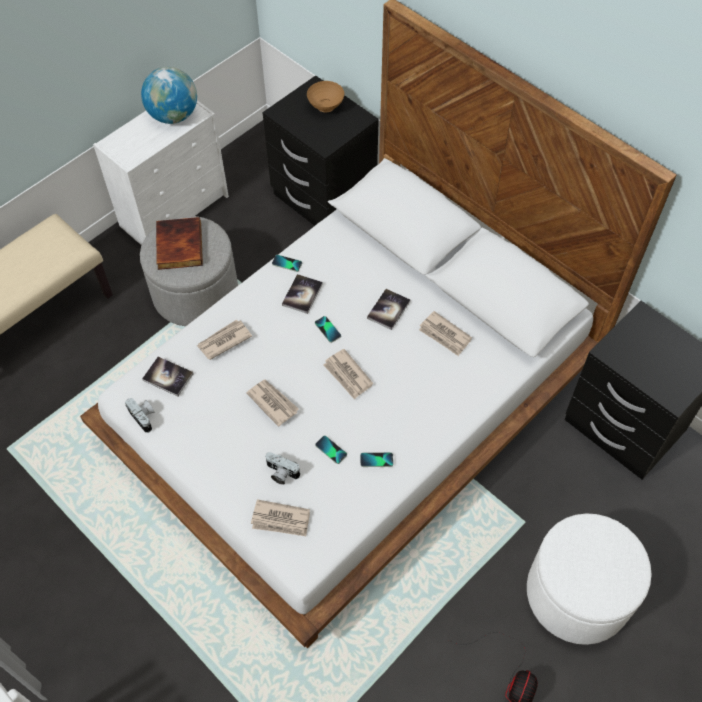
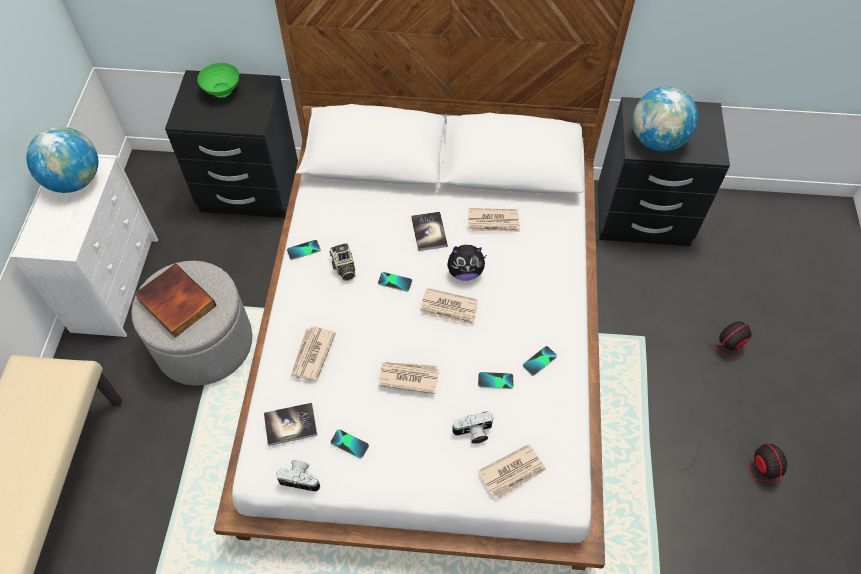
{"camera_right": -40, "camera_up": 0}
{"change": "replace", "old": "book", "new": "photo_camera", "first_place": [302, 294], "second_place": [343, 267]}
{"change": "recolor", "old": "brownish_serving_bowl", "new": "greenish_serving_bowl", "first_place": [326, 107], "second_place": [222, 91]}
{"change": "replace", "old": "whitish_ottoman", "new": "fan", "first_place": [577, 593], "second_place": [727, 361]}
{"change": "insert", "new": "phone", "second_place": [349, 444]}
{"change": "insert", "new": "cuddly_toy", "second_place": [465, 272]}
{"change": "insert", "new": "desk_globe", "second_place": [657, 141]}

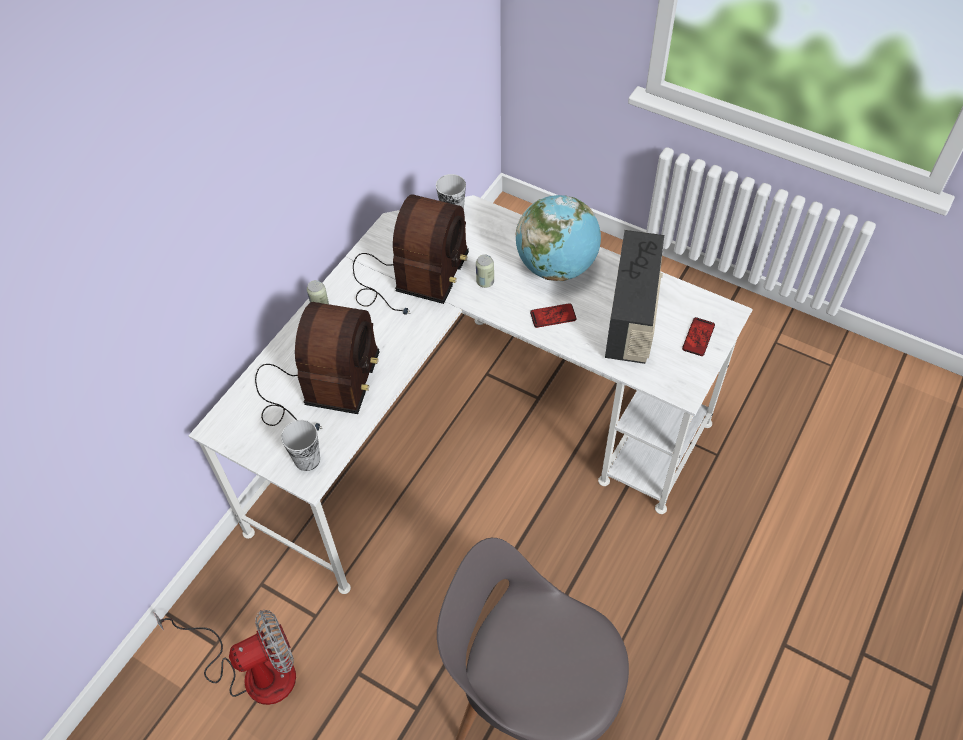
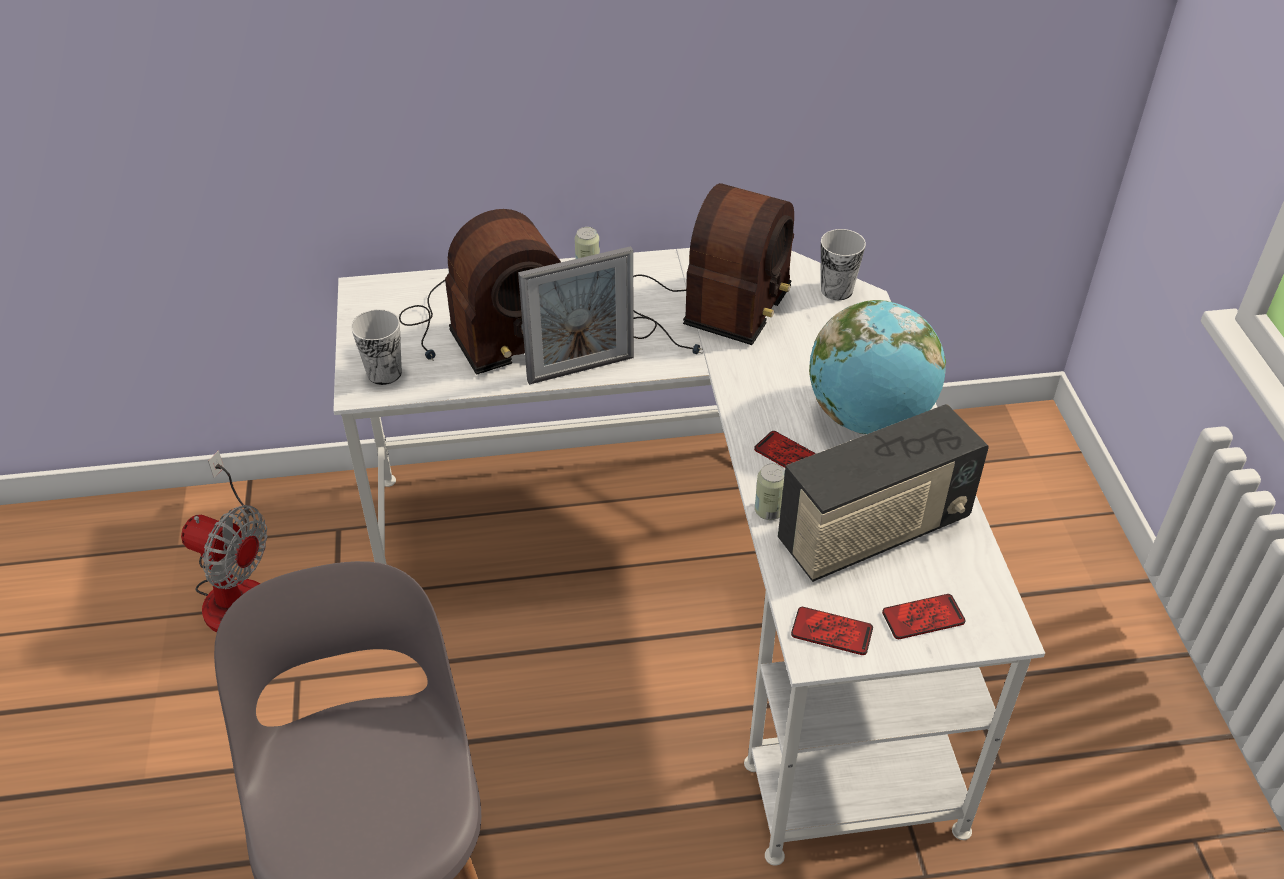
{"camera_right": 50, "camera_up": -10}
{"change": "rotate", "old": "radio_receiver", "first_place": [410, 277], "second_place": [705, 310], "degrees": -45}
{"change": "move", "old": "sealed_can", "first_place": [485, 282], "second_place": [769, 511]}
{"change": "insert", "new": "picture_frame", "second_place": [581, 369]}
{"change": "insert", "new": "phone", "second_place": [831, 632]}

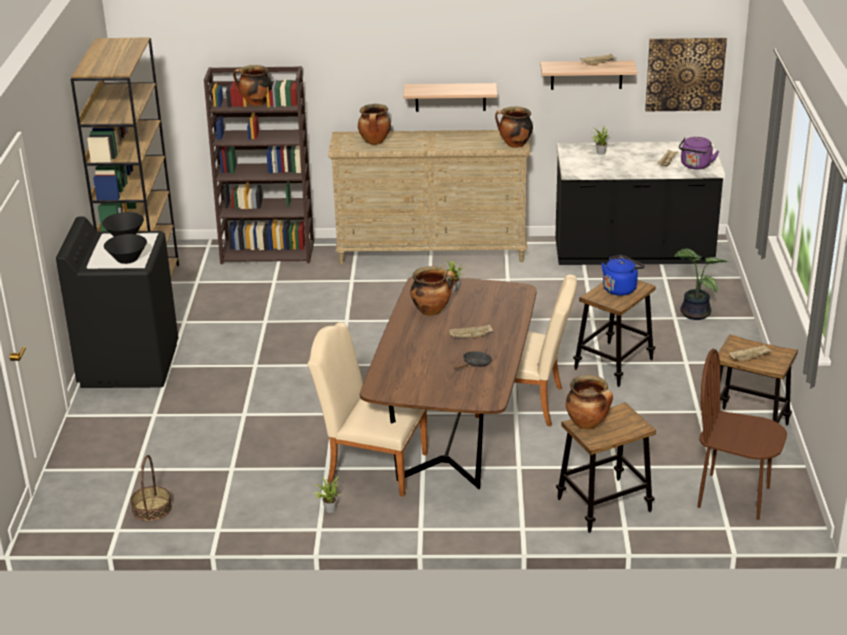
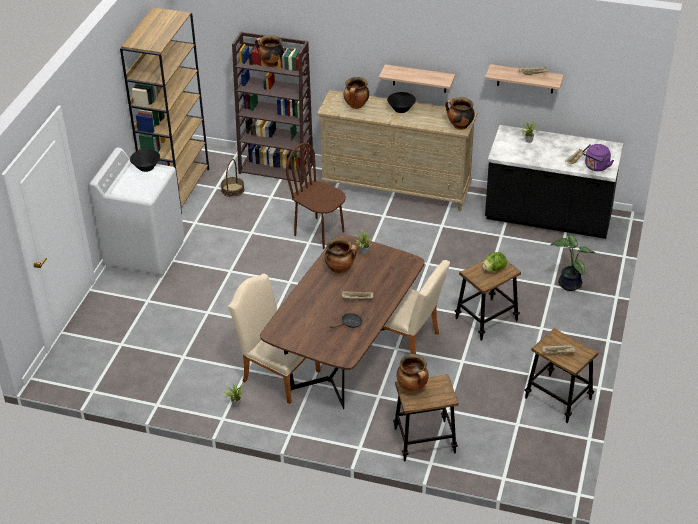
{"camera_right": 15, "camera_up": 10}
{"change": "recolor", "old": "black_laundry_appliance", "new": "whitish_laundry_appliance", "first_place": [129, 364], "second_place": [145, 254]}
{"change": "move", "old": "black_serving_bowl", "first_place": [127, 259], "second_place": [401, 109]}
{"change": "move", "old": "basket", "first_place": [151, 509], "second_place": [232, 190]}
{"change": "replace", "old": "blue-coloured_tea_kettle", "new": "lettuce_head", "first_place": [620, 288], "second_place": [494, 269]}
{"change": "delete", "old": "wall_picture", "first_place": [685, 74]}
{"change": "move", "old": "brownish_upright_chair", "first_place": [733, 496], "second_place": [319, 233]}

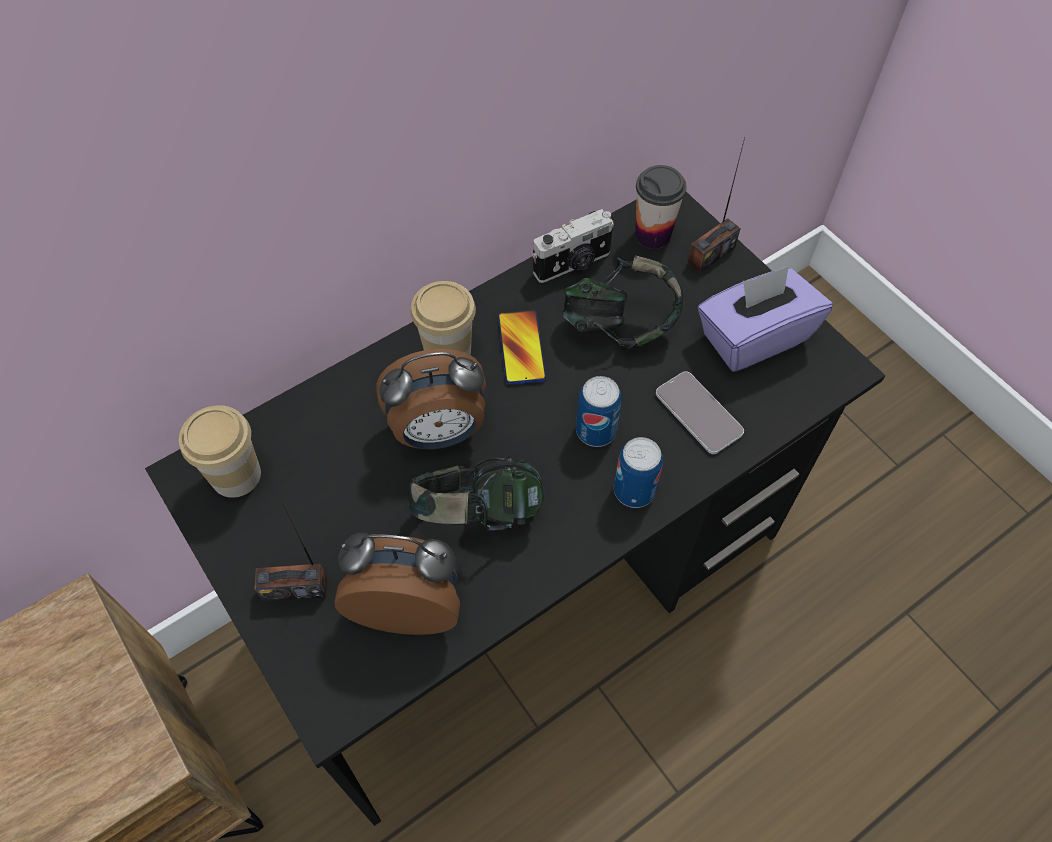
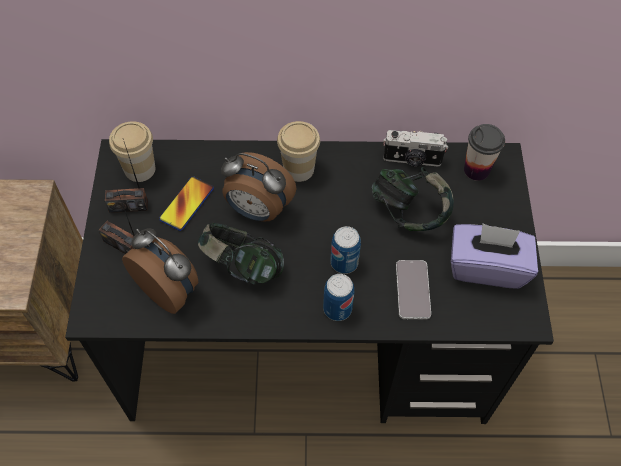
{"camera_right": 35, "camera_up": 0}
{"change": "move", "old": "phone", "first_place": [521, 347], "second_place": [186, 204]}
{"change": "move", "old": "radio_receiver", "first_place": [711, 254], "second_place": [128, 205]}

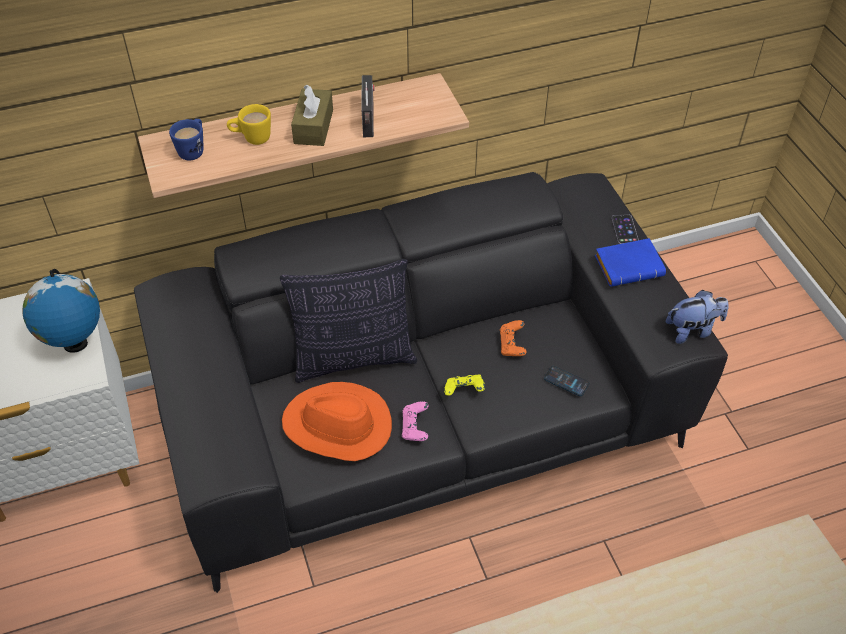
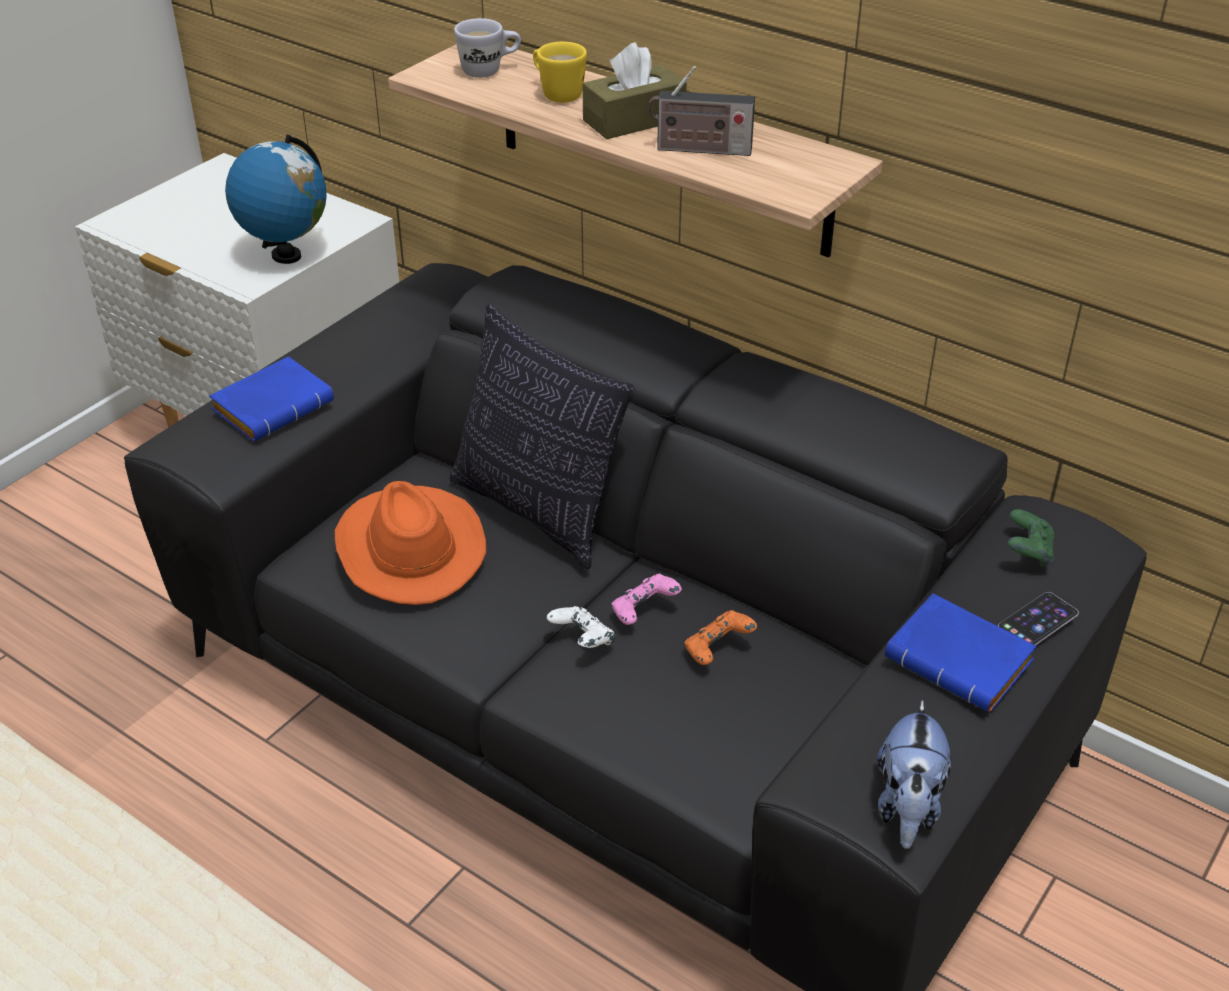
{"camera_right": 55, "camera_up": -10}
{"change": "recolor", "old": "blue-coloured_coffee_mug", "new": "whitish_coffee_mug", "first_place": [193, 150], "second_place": [489, 71]}
{"change": "rotate", "old": "radio_receiver", "first_place": [369, 121], "second_place": [699, 149], "degrees": 45}
{"change": "move", "old": "pink_joypad", "first_place": [415, 428], "second_place": [644, 612]}
{"change": "recolor", "old": "yellowish_joypad", "new": "whitish_joypad", "first_place": [464, 391], "second_place": [582, 641]}
{"change": "delete", "old": "phone", "first_place": [566, 381]}
{"change": "rotate", "old": "cuddly_toy", "first_place": [692, 330], "second_place": [907, 806], "degrees": 60}
{"change": "insert", "new": "blue-coloured_book", "second_place": [274, 405]}
{"change": "insert", "new": "greenish_joypad", "second_place": [1027, 552]}

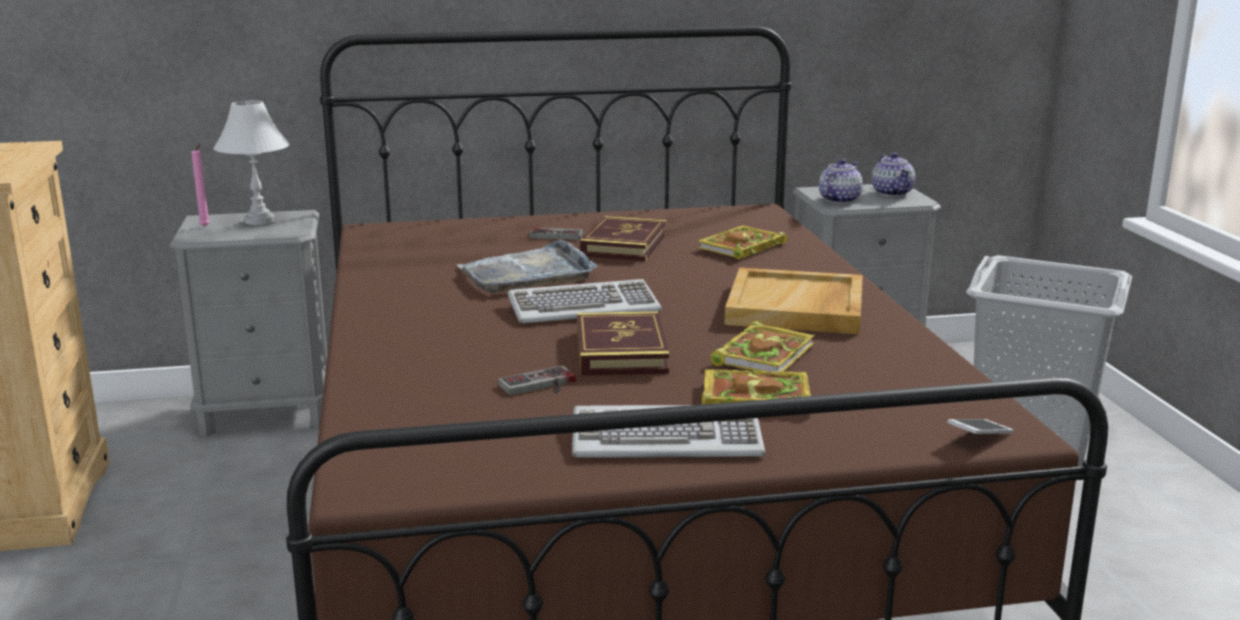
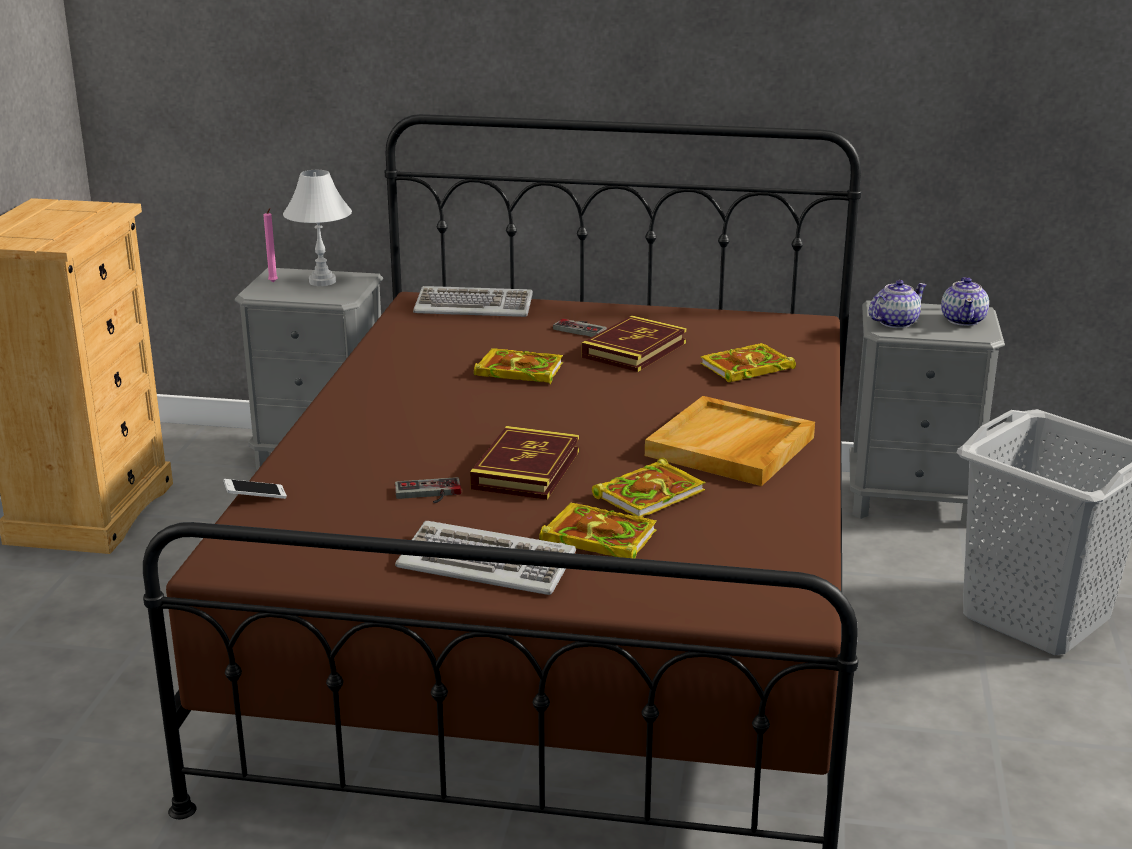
{"camera_right": 20, "camera_up": 5}
{"change": "replace", "old": "greyish_tray", "new": "book", "first_place": [527, 273], "second_place": [517, 371]}
{"change": "move", "old": "computer_keyboard", "first_place": [584, 307], "second_place": [474, 306]}
{"change": "move", "old": "phone", "first_place": [979, 437], "second_place": [255, 497]}

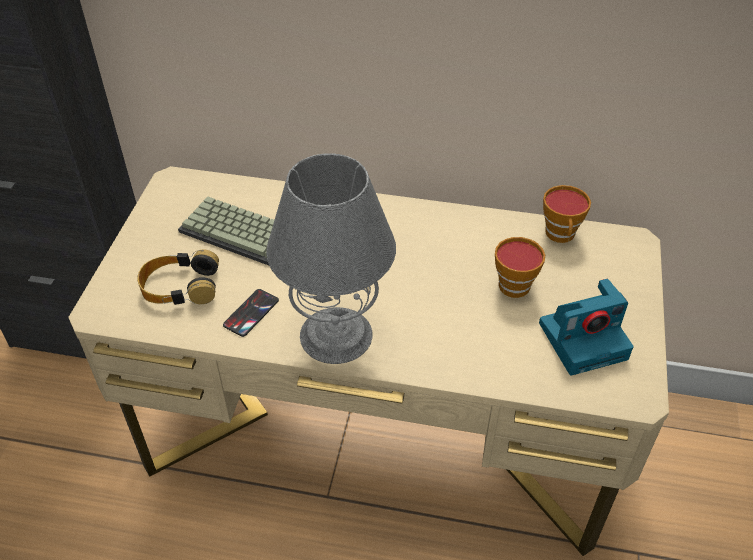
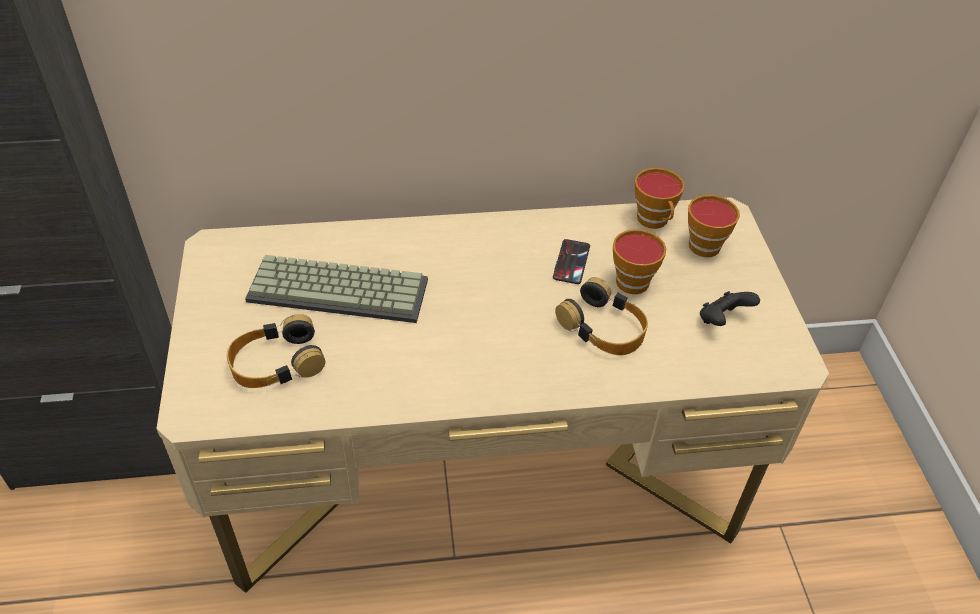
{"camera_right": -20, "camera_up": 0}
{"change": "move", "old": "phone", "first_place": [251, 313], "second_place": [571, 262]}
{"change": "delete", "old": "greyish_table_lamp", "first_place": [335, 335]}
{"change": "replace", "old": "photo_camera", "new": "black_joypad", "first_place": [584, 339], "second_place": [722, 320]}
{"change": "insert", "new": "headset", "second_place": [603, 327]}
{"change": "insert", "new": "cup", "second_place": [702, 243]}

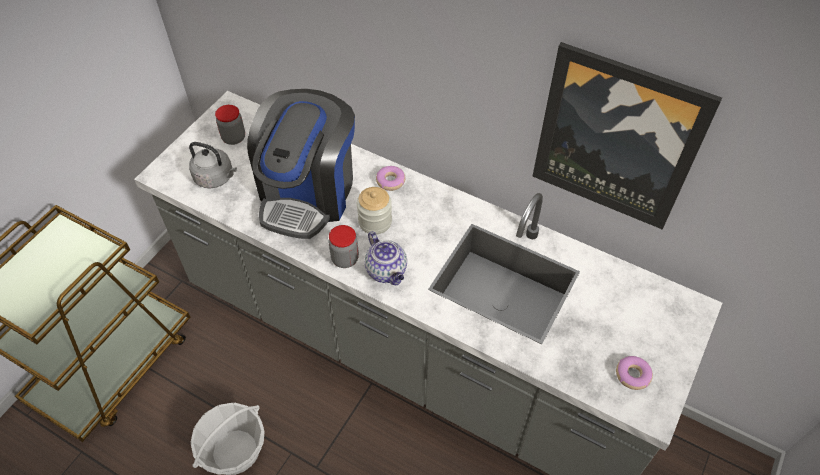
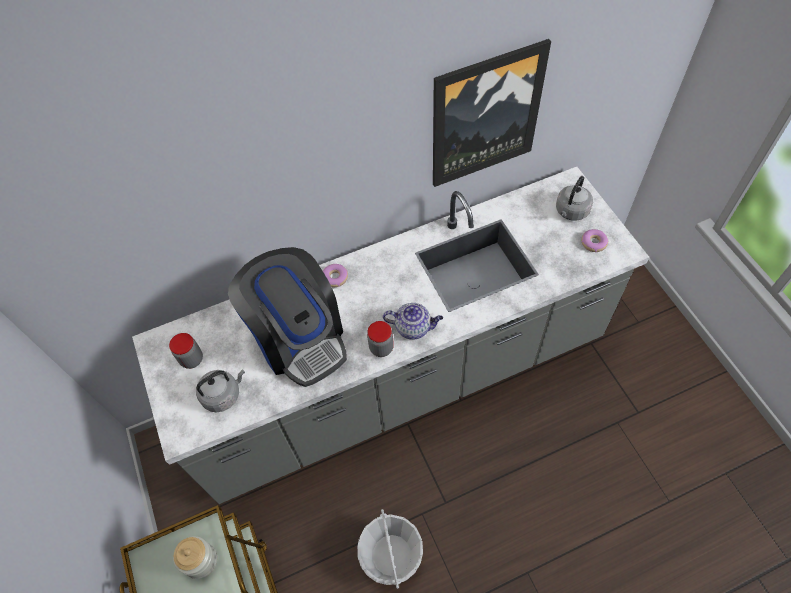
{"camera_right": -50, "camera_up": 5}
{"change": "move", "old": "storage_jar", "first_place": [375, 222], "second_place": [200, 561]}
{"change": "insert", "new": "greyish_tea_kettle", "second_place": [571, 212]}

